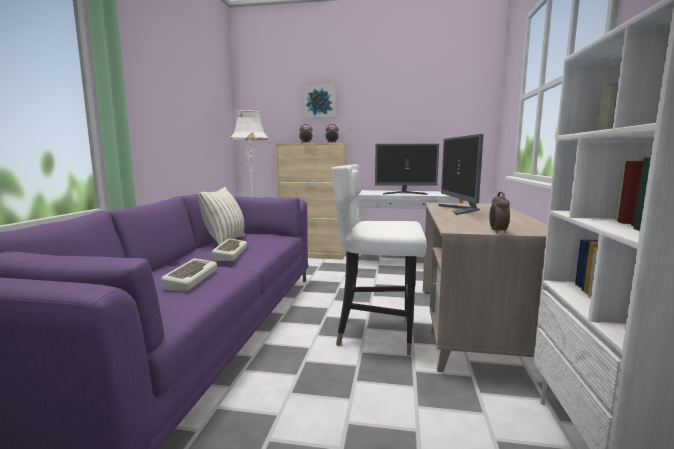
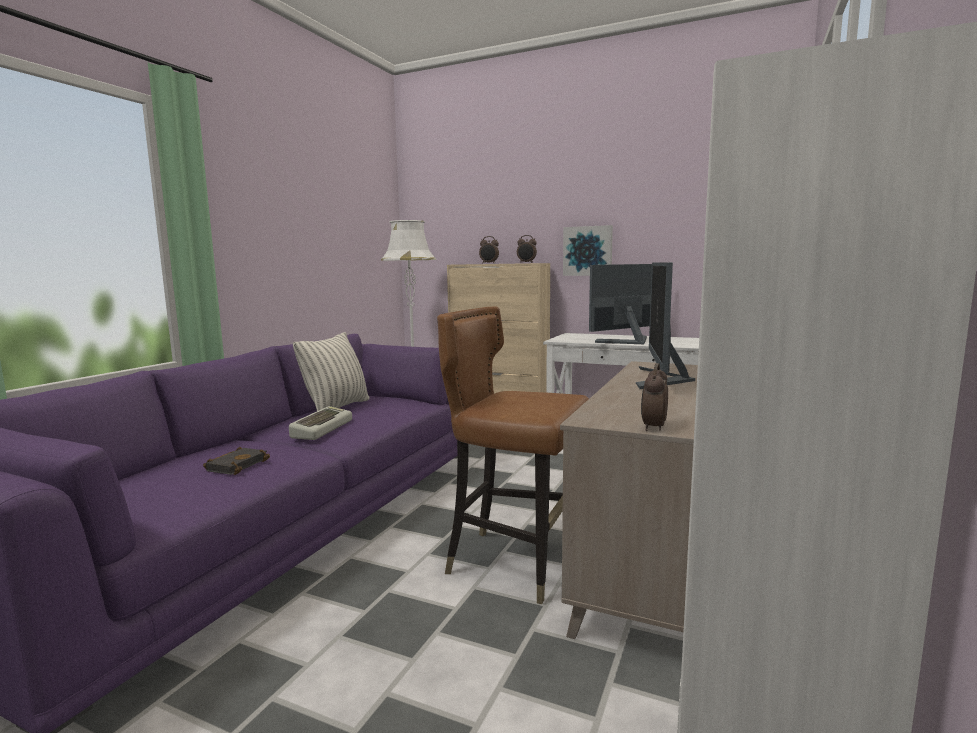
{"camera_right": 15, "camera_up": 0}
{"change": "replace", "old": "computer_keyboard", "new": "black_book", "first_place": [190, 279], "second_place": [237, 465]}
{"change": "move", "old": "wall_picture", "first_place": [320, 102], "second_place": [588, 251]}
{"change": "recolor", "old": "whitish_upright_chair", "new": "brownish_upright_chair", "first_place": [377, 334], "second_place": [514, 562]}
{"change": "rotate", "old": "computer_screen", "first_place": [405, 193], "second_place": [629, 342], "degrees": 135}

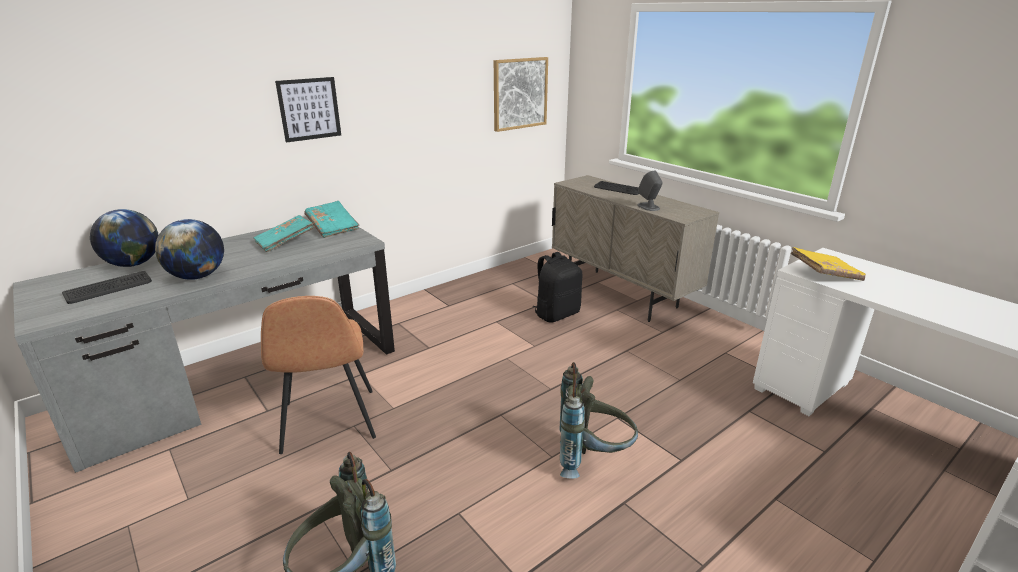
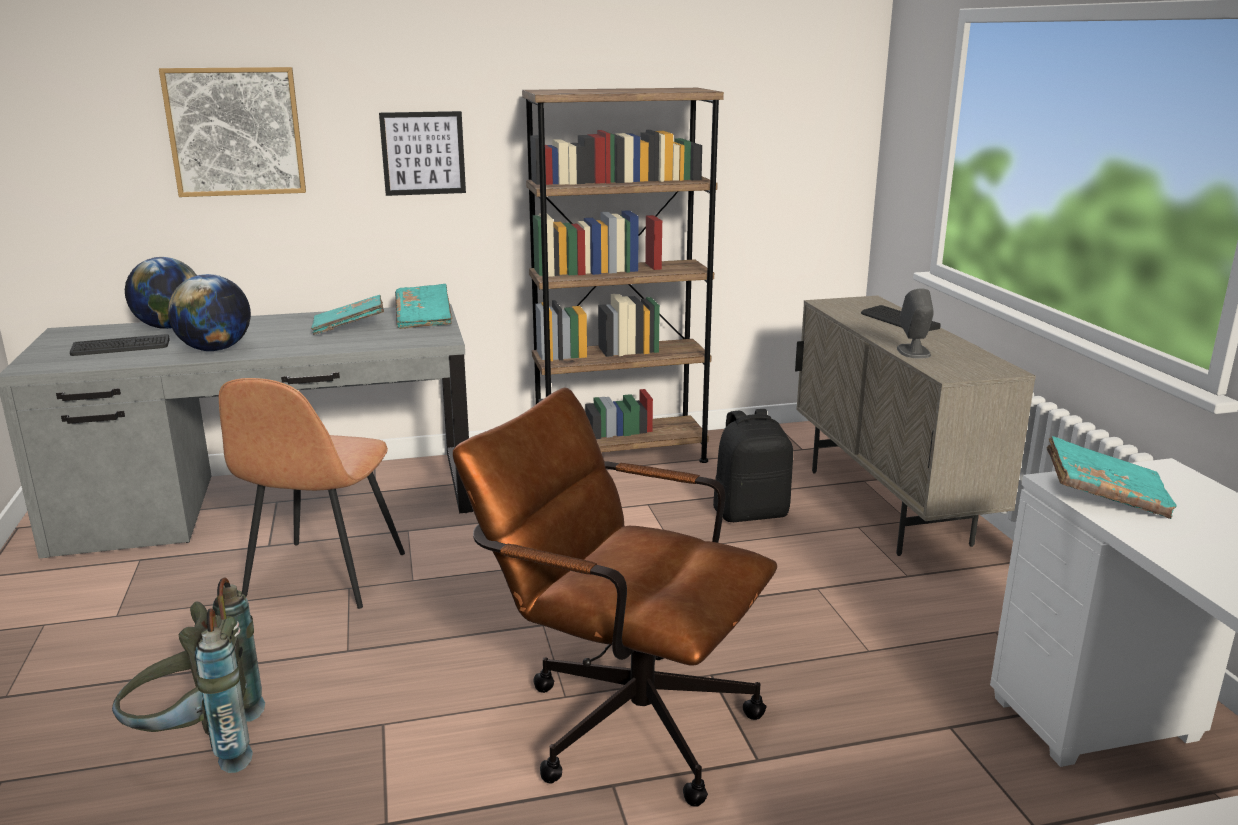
{"camera_right": 25, "camera_up": -5}
{"change": "move", "old": "wall_picture", "first_place": [519, 93], "second_place": [235, 131]}
{"change": "replace", "old": "greyish_rucksack", "new": "brownish_office_chair", "first_place": [592, 459], "second_place": [620, 717]}
{"change": "recolor", "old": "yellowish_book", "new": "turquoise-coloured_book", "first_place": [824, 274], "second_place": [1104, 496]}
{"change": "insert", "new": "brownish_shelving_unit", "second_place": [620, 456]}

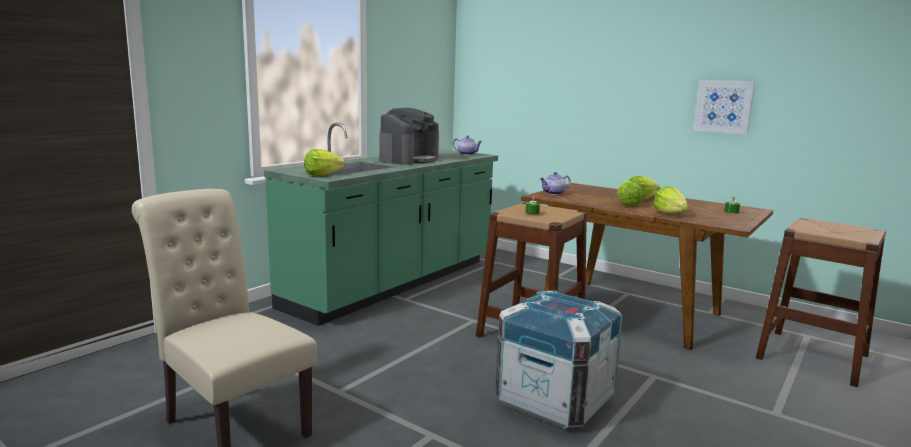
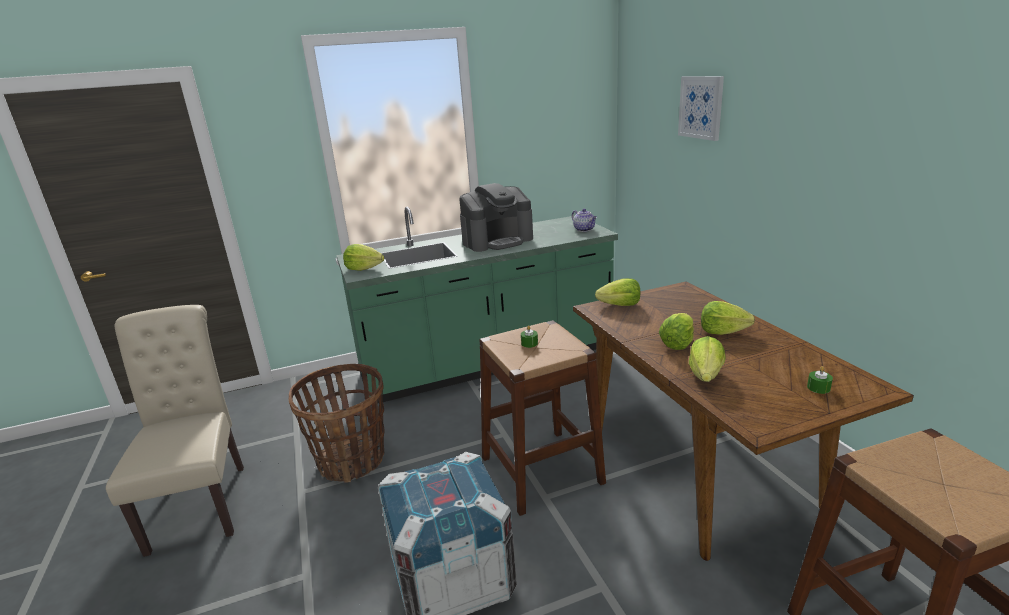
{"camera_right": 35, "camera_up": 10}
{"change": "replace", "old": "tea_pot", "new": "lettuce_head", "first_place": [554, 193], "second_place": [620, 305]}
{"change": "move", "old": "wall_picture", "first_place": [723, 106], "second_place": [701, 107]}
{"change": "insert", "new": "basket", "second_place": [352, 460]}

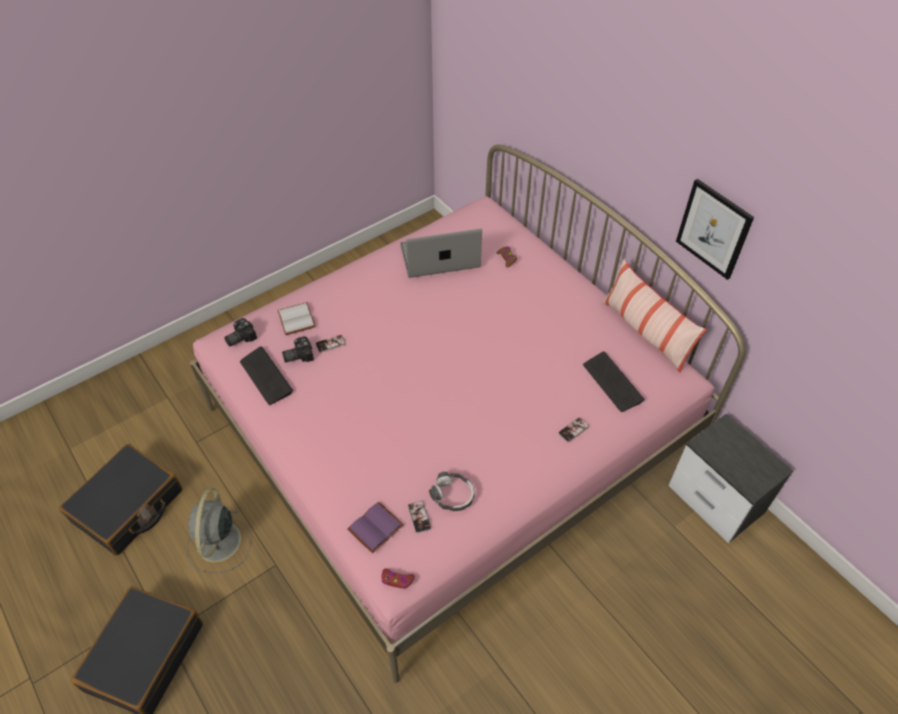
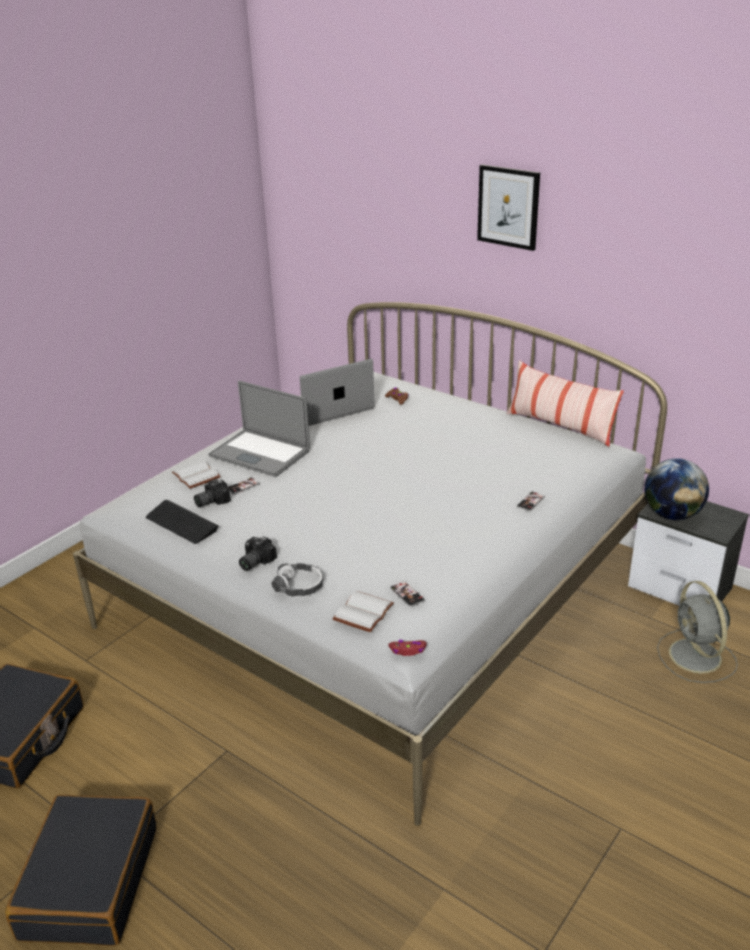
{"camera_right": -15, "camera_up": -20}
{"change": "move", "old": "greyish_fan", "first_place": [218, 543], "second_place": [696, 657]}
{"change": "recolor", "old": "pink_bedroom_bed", "new": "whitish_bedroom_bed", "first_place": [449, 431], "second_place": [379, 590]}
{"change": "move", "old": "photo_camera", "first_place": [239, 337], "second_place": [254, 562]}
{"change": "recolor", "old": "purple_book", "new": "whitish_book", "first_place": [376, 529], "second_place": [364, 613]}
{"change": "move", "old": "headset", "first_place": [452, 495], "second_place": [299, 586]}
{"change": "delete", "old": "computer_keyboard", "first_place": [612, 382]}
{"change": "move", "old": "wall_picture", "first_place": [714, 229], "second_place": [508, 207]}
{"change": "insert", "new": "notebook_computer", "second_place": [259, 453]}
{"change": "insert", "new": "desk_globe", "second_place": [672, 515]}

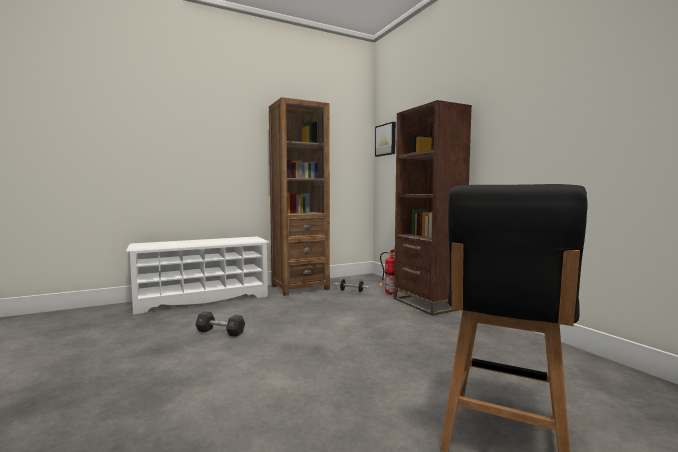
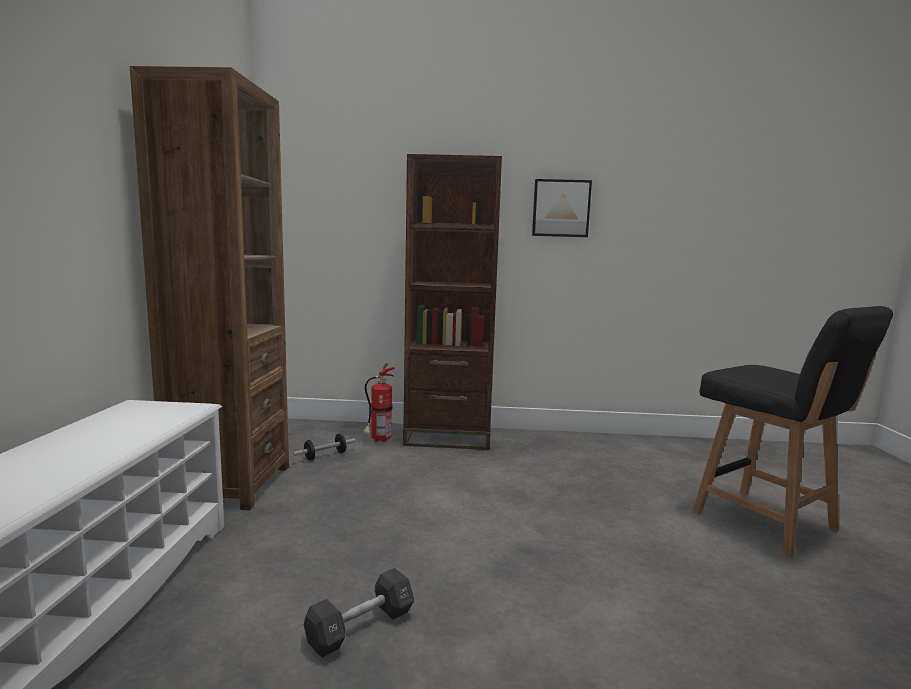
{"camera_right": -60, "camera_up": 5}
{"change": "move", "old": "wall_picture", "first_place": [386, 140], "second_place": [561, 208]}

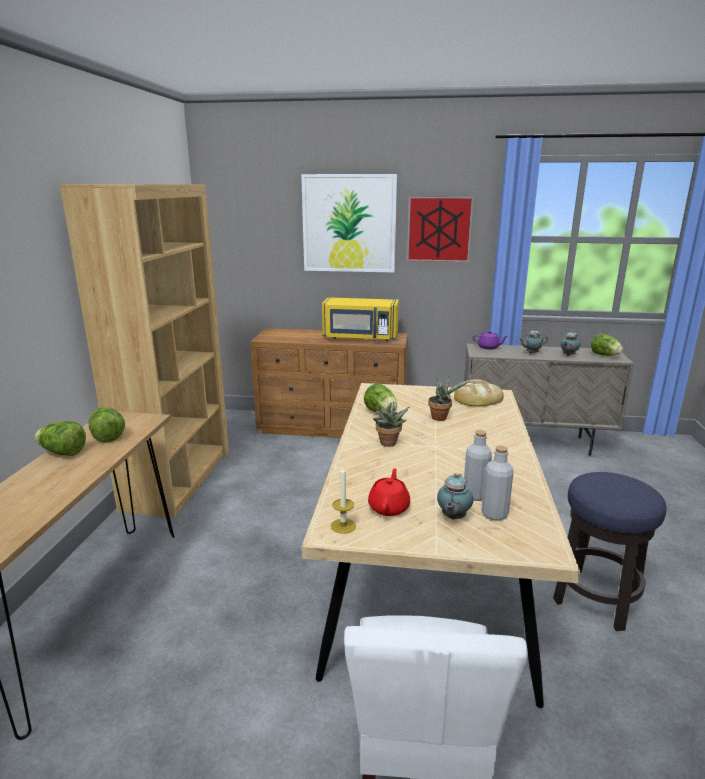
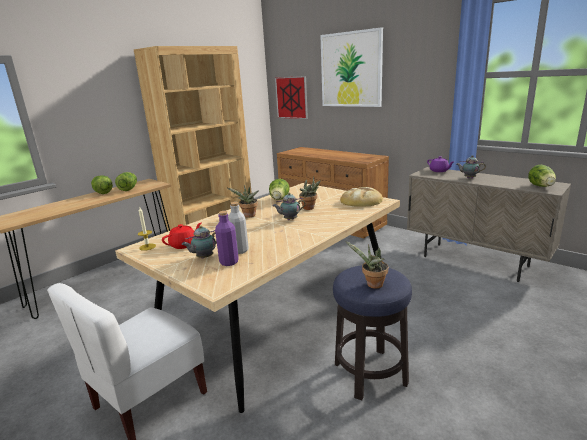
{"camera_right": 35, "camera_up": 0}
{"change": "delete", "old": "yellowish_kitchen_microwave", "first_place": [360, 337]}
{"change": "move", "old": "wall_picture", "first_place": [439, 229], "second_place": [291, 97]}
{"change": "recolor", "old": "greyish_drink_bottle", "new": "purple_drink_bottle", "first_place": [494, 514], "second_place": [229, 262]}
{"change": "move", "old": "tea_pot", "first_place": [568, 355], "second_place": [289, 219]}
{"change": "insert", "new": "potted_plant", "second_place": [372, 285]}

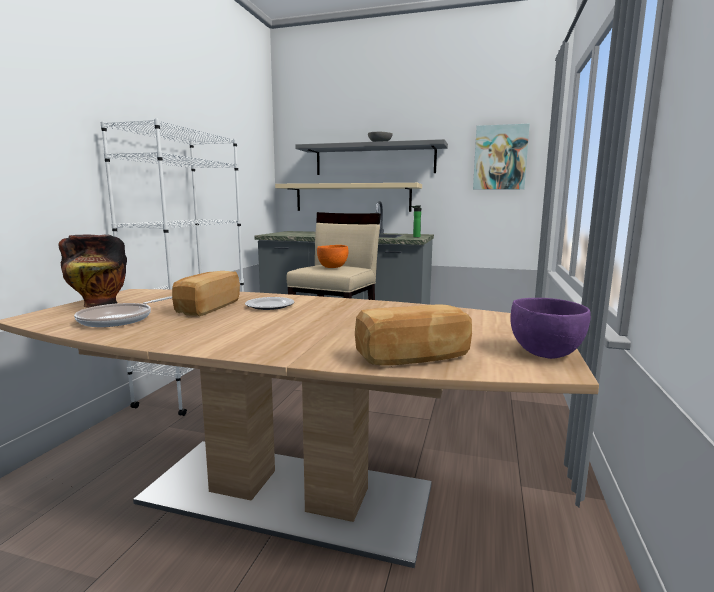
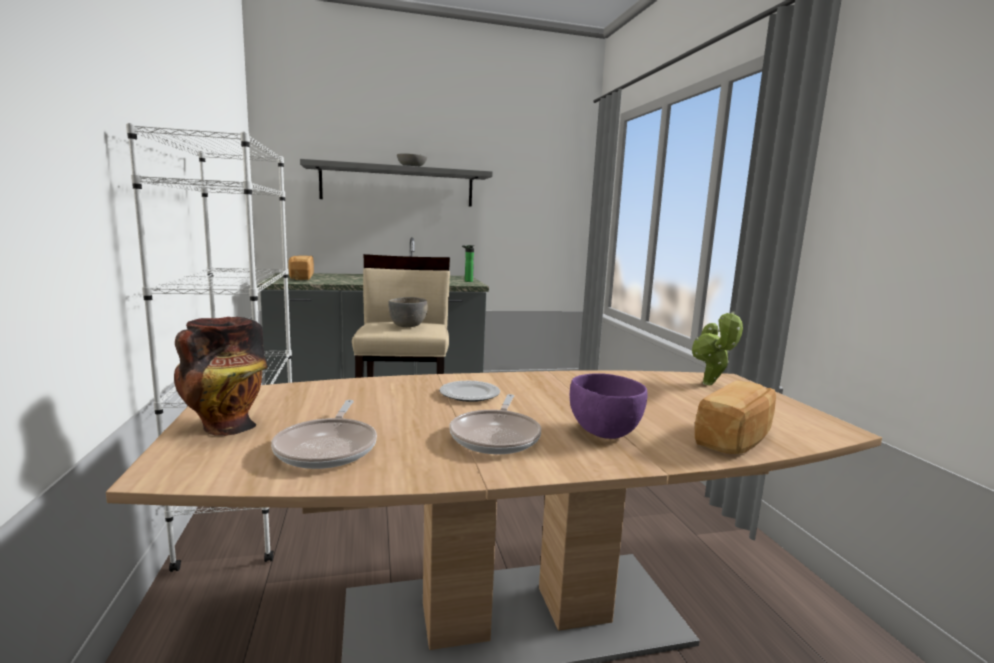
{"camera_right": -30, "camera_up": 0}
{"change": "move", "old": "bakery_bread", "first_place": [207, 307], "second_place": [300, 277]}
{"change": "delete", "old": "beige_shelf", "first_place": [352, 197]}
{"change": "recolor", "old": "orange-coloured_serving_bowl", "new": "greyish_serving_bowl", "first_place": [333, 267], "second_place": [408, 326]}
{"change": "delete", "old": "wall_picture", "first_place": [500, 157]}
{"change": "move", "old": "purple_serving_bowl", "first_place": [544, 353], "second_place": [603, 432]}
{"change": "insert", "new": "frying_pan", "second_place": [496, 436]}
{"change": "insert", "new": "potted_plant", "second_place": [710, 385]}

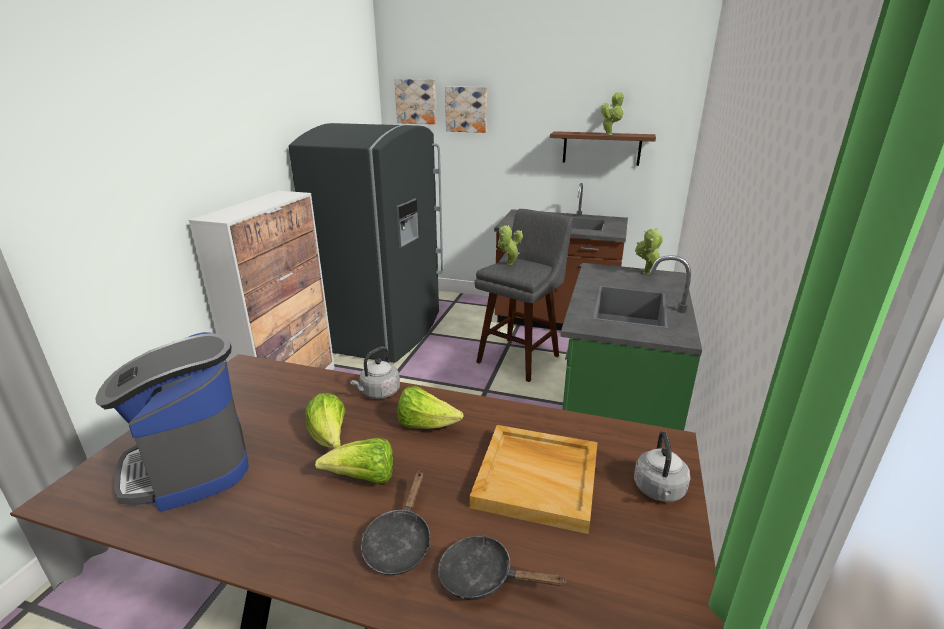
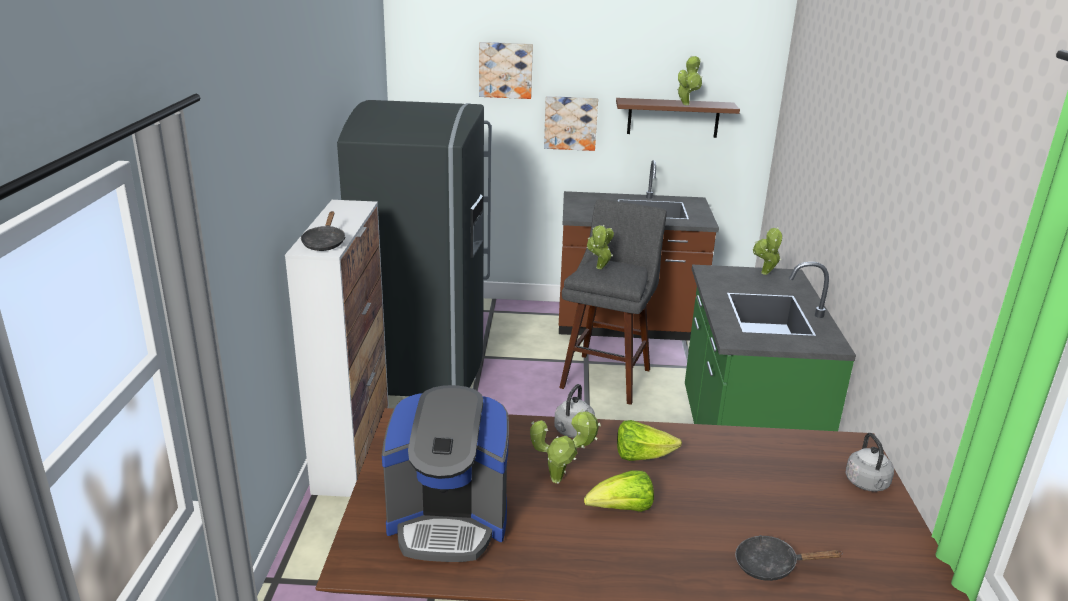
{"camera_right": -15, "camera_up": 0}
{"change": "rotate", "old": "coffee_maker", "first_place": [190, 464], "second_place": [448, 521], "degrees": -45}
{"change": "replace", "old": "lettuce_head", "new": "potted_plant", "first_place": [329, 437], "second_place": [560, 480]}
{"change": "move", "old": "black_frying_pan", "first_place": [399, 542], "second_place": [324, 243]}
{"change": "move", "old": "wall_picture", "first_place": [416, 101], "second_place": [570, 123]}
{"change": "delete", "old": "beige_tray", "first_place": [538, 478]}

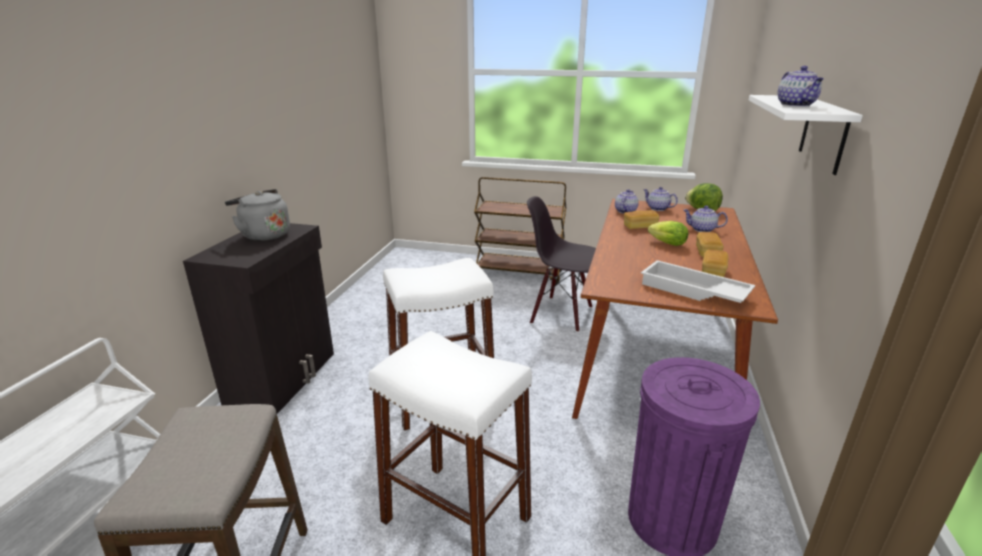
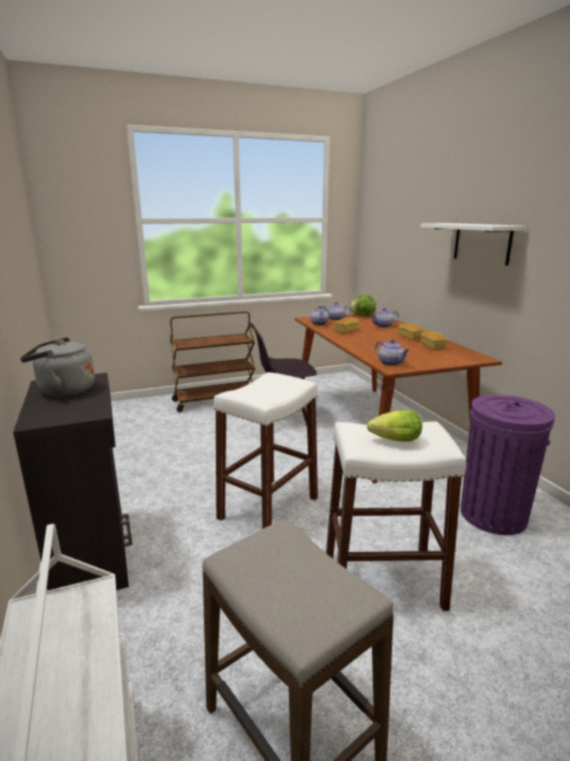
{"camera_right": -35, "camera_up": -5}
{"change": "delete", "old": "whitish_tray", "first_place": [692, 291]}
{"change": "move", "old": "lettuce_head", "first_place": [665, 243], "second_place": [392, 441]}
{"change": "move", "old": "tea_pot", "first_place": [796, 105], "second_place": [391, 363]}

